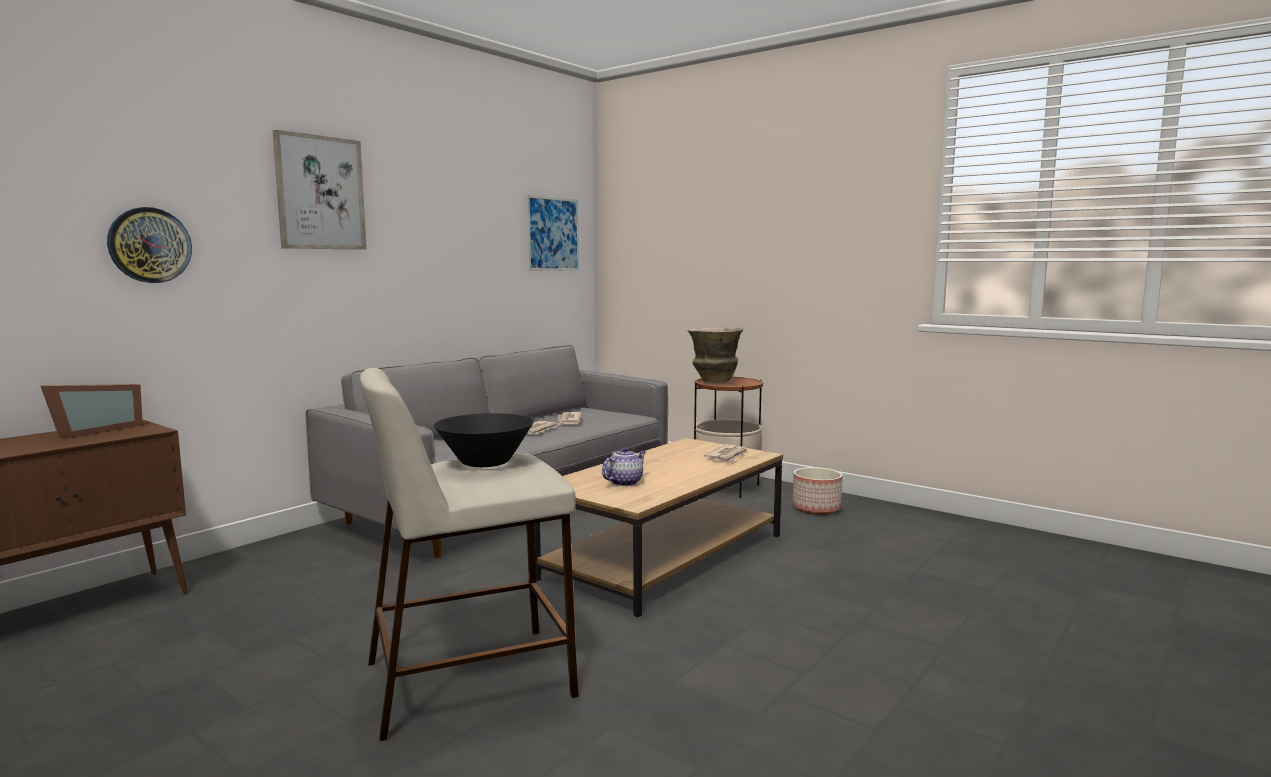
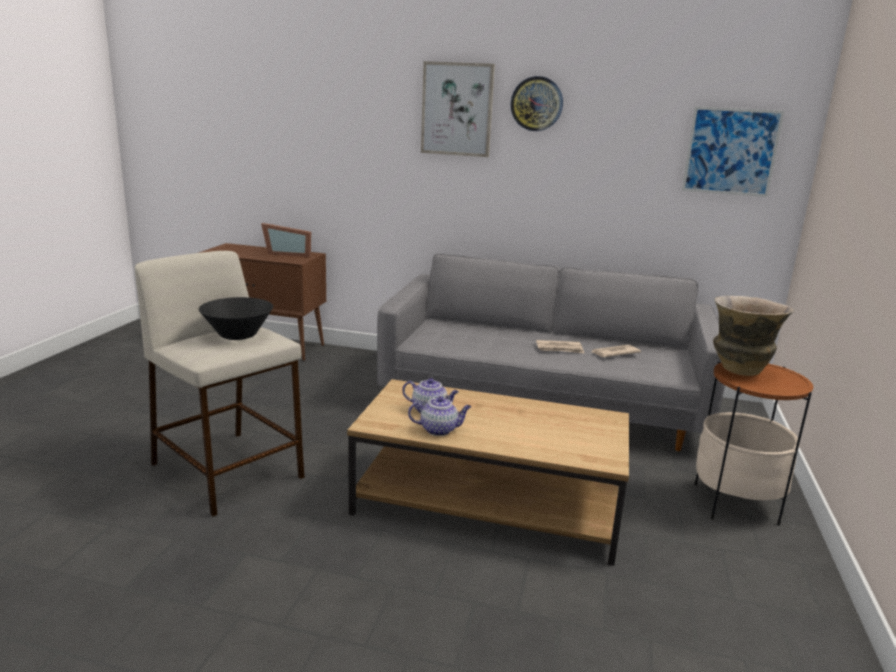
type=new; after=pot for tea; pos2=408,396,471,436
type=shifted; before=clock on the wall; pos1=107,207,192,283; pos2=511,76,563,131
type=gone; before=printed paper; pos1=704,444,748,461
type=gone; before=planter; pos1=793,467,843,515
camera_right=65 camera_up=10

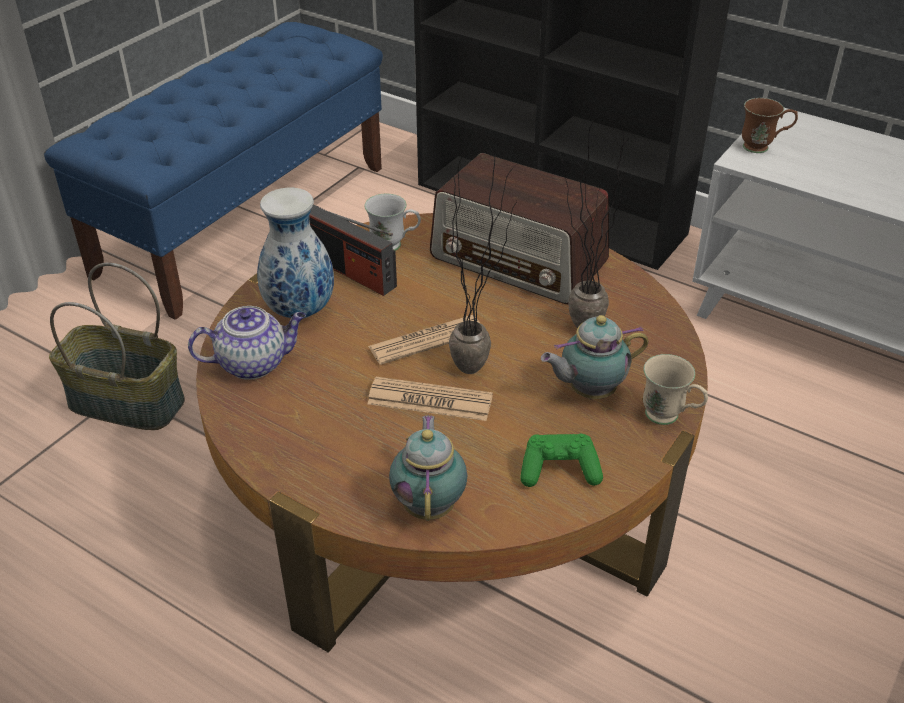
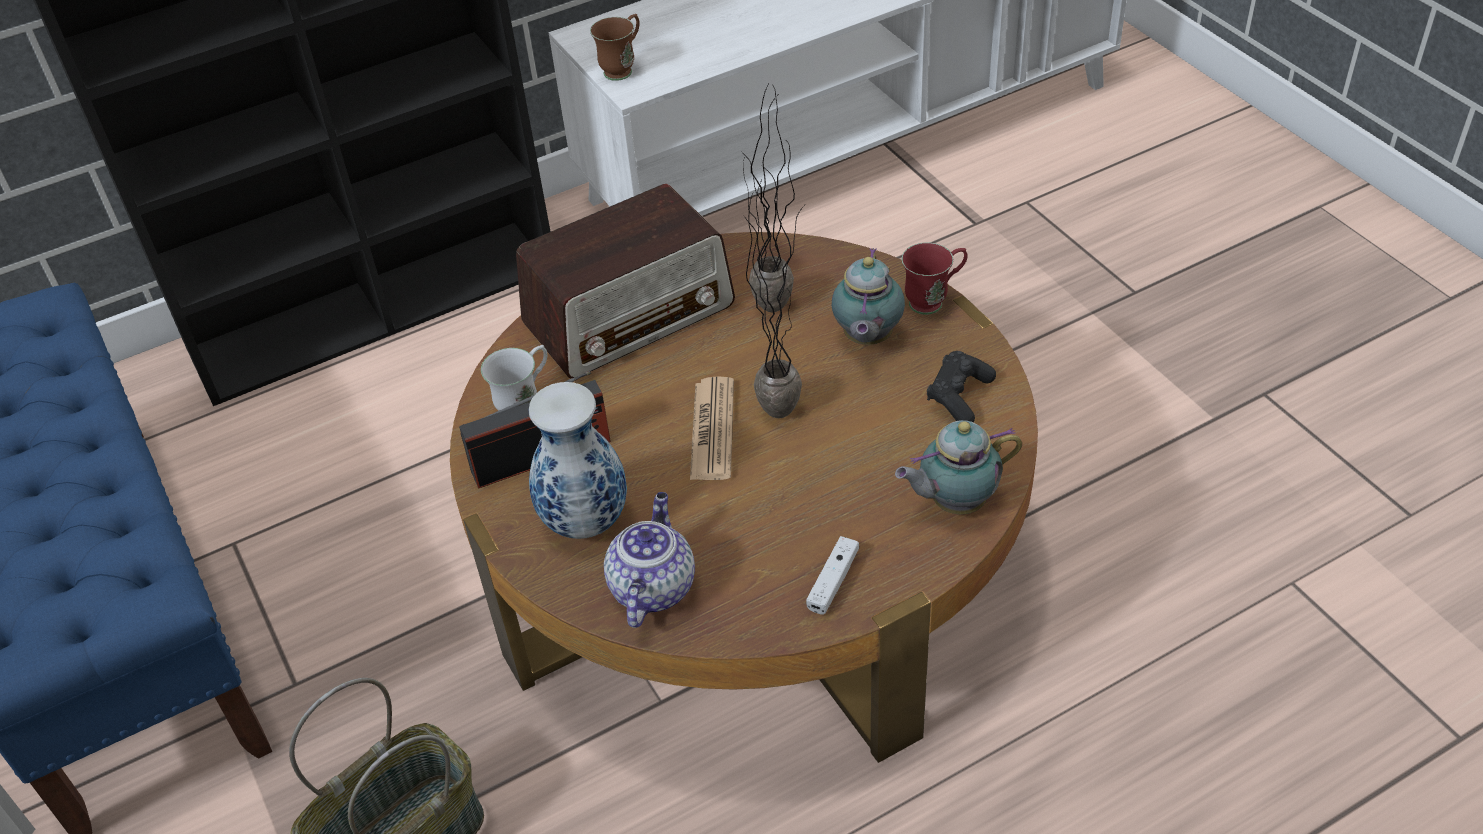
type=new; after=joypad/white; pos2=806,536,859,615
type=rotated; before=pot for tea; pos1=389,415,468,521; pos2=895,420,1022,514; turn=-45
type=repainted; before=tea mug/beige-coloured; after=tea mug/red-coloured; pos1=643,354,708,425; pos2=902,242,968,315
type=repainted; before=joypad/green-coloured; after=joypad/blackish; pos1=520,434,603,487; pos2=927,351,996,422
type=gone; before=printed paper; pos1=367,377,493,421
camera_right=-60 camera_up=5

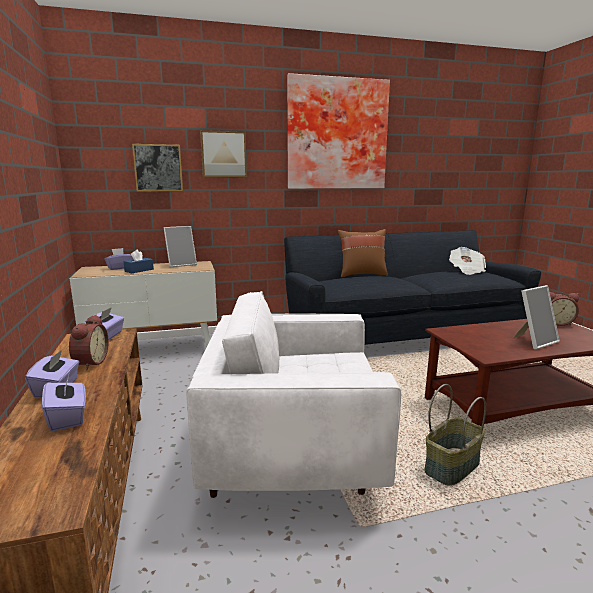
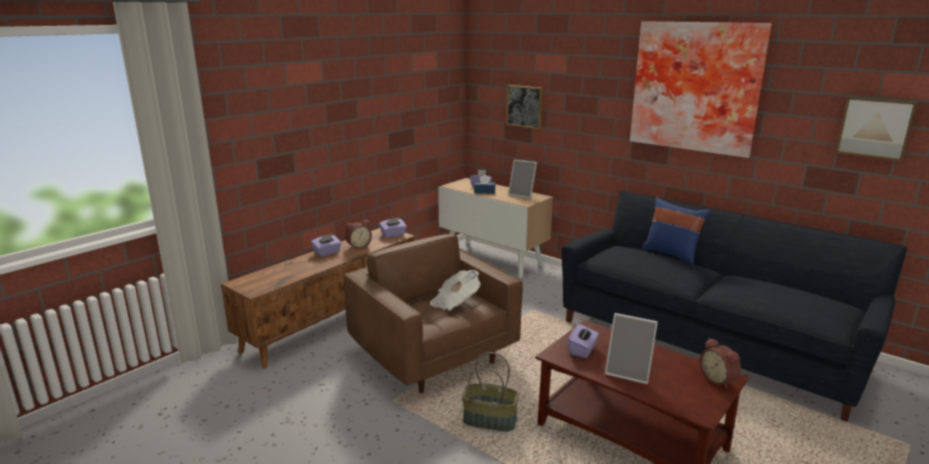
type=repainted; before=easy chair/white; after=easy chair/brownish; pos1=186,291,401,498; pos2=343,234,523,393
type=shifted; before=printed paper; pos1=449,247,486,275; pos2=430,270,480,311
type=shifted; before=tissue box/purplish; pos1=42,372,86,431; pos2=568,324,599,358
type=repainted; before=throw pillow/brownish; after=throw pillow/blue-coloured; pos1=337,229,388,278; pos2=642,197,711,265
type=shifted; before=wall picture; pos1=200,130,247,177; pos2=836,96,918,161
camera_right=55 camera_up=5

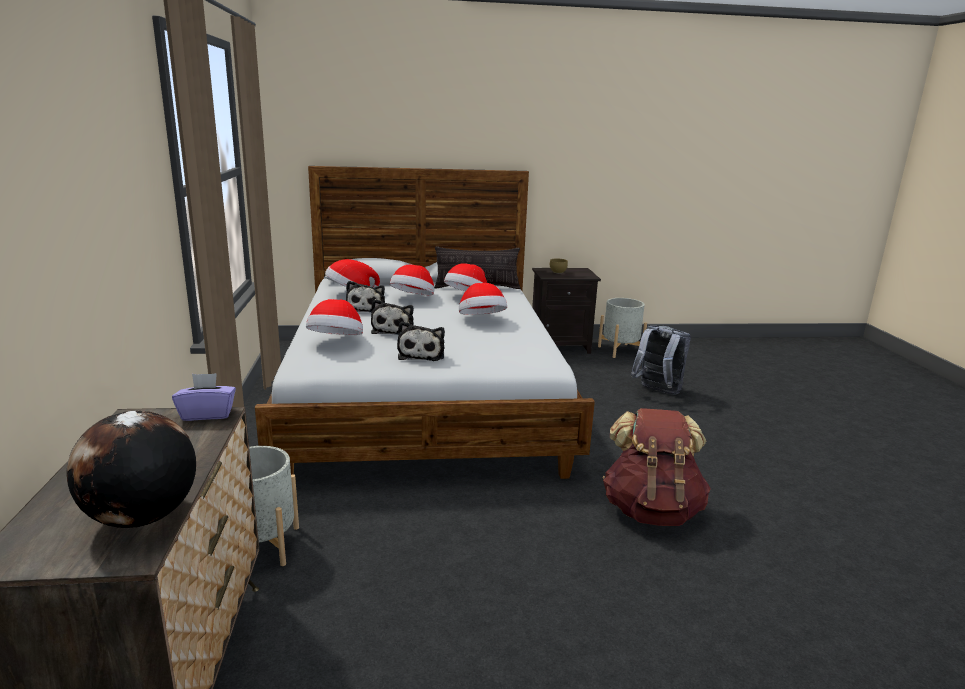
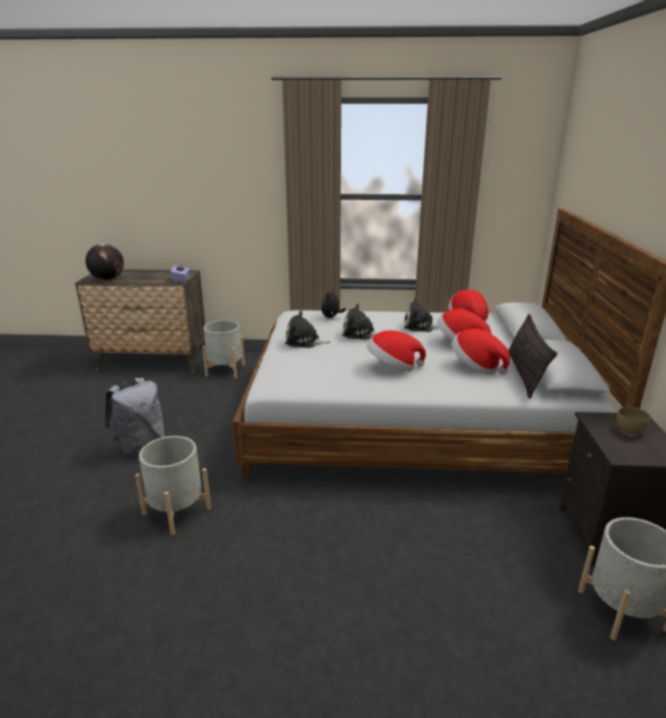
type=shifted; before=rucksack/gray; pos1=630,326,691,395; pos2=105,378,165,456
type=swapped; before=rucksack/brownish; after=planter/gray; pos1=602,408,711,526; pos2=135,436,211,535
type=swapped; before=wearable hat; after=soft toy; pos1=306,299,363,335; pos2=321,288,346,318
camera_right=100 camera_up=5

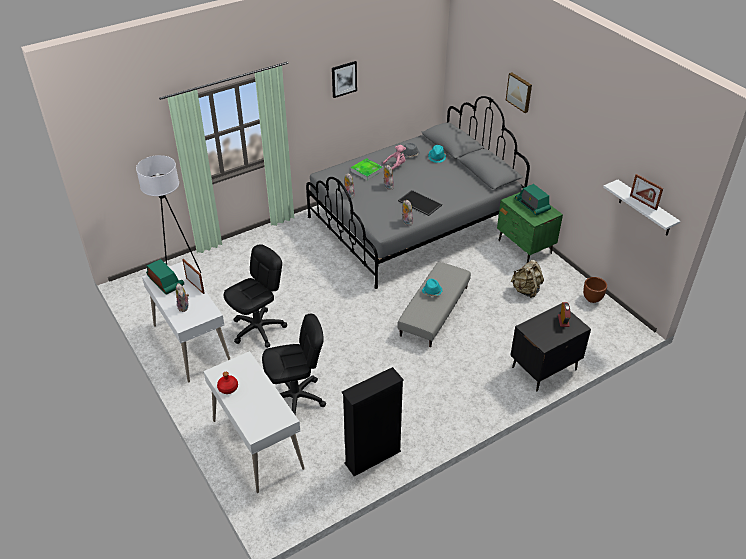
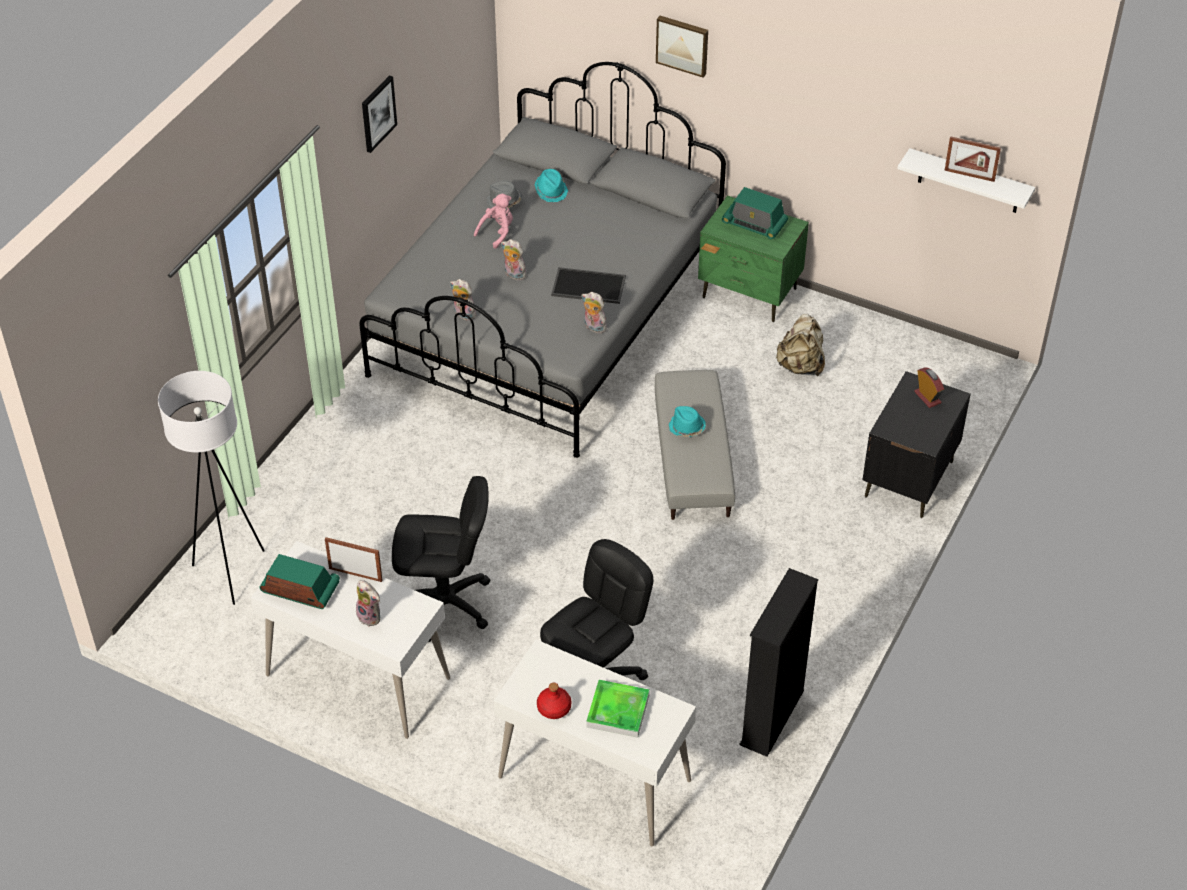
type=rotated; before=office chair/blackish; pos1=224,244,287,348; pos2=392,476,490,643; turn=75
type=shifted; before=serving tray; pos1=351,158,383,180; pos2=586,680,650,738
type=gone; before=planter/brownish; pos1=583,277,607,303
camera_right=-30 camera_up=5

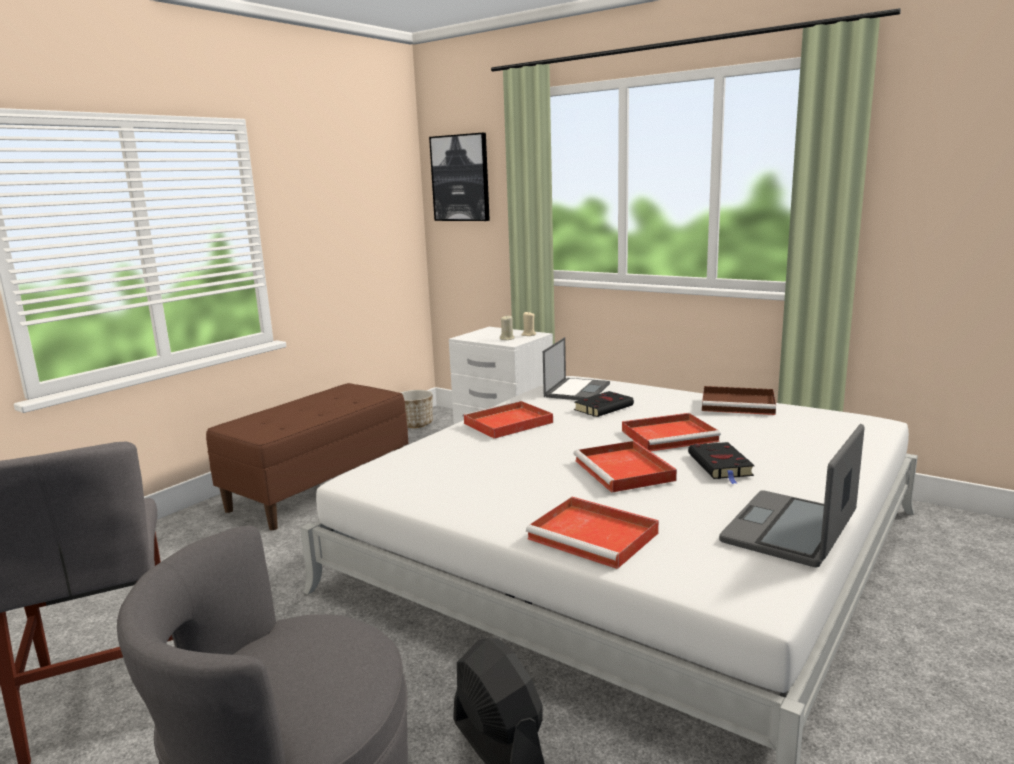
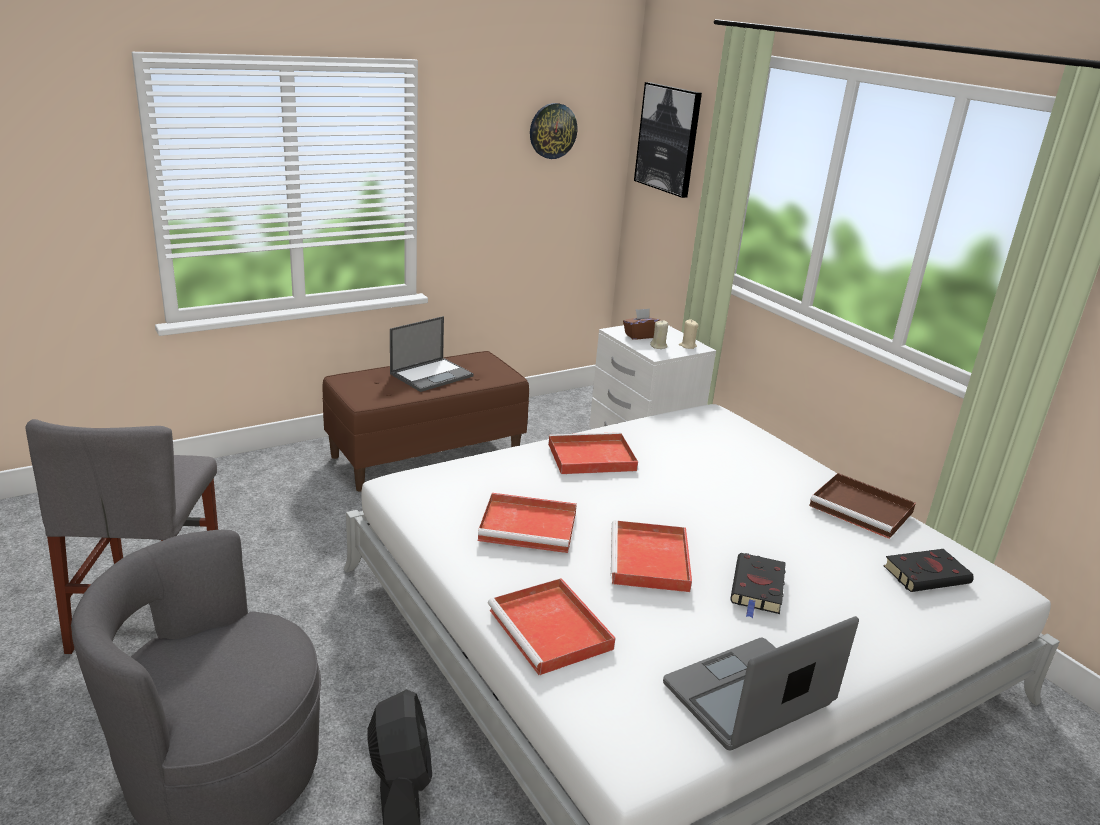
type=shifted; before=portable computer; pos1=543,337,610,400; pos2=390,316,474,392
type=shifted; before=serving tray/red-coloured; pos1=622,413,721,451; pos2=478,493,577,553
type=new; after=clock on the wall; pos2=530,103,577,159
type=new; after=tissue box/brownish; pos2=623,308,662,340
type=shifted; before=bound book/blackish; pos1=574,391,634,417; pos2=883,549,974,592
type=gone; before=planter; pos1=400,390,433,428
camera_right=20 camera_up=10

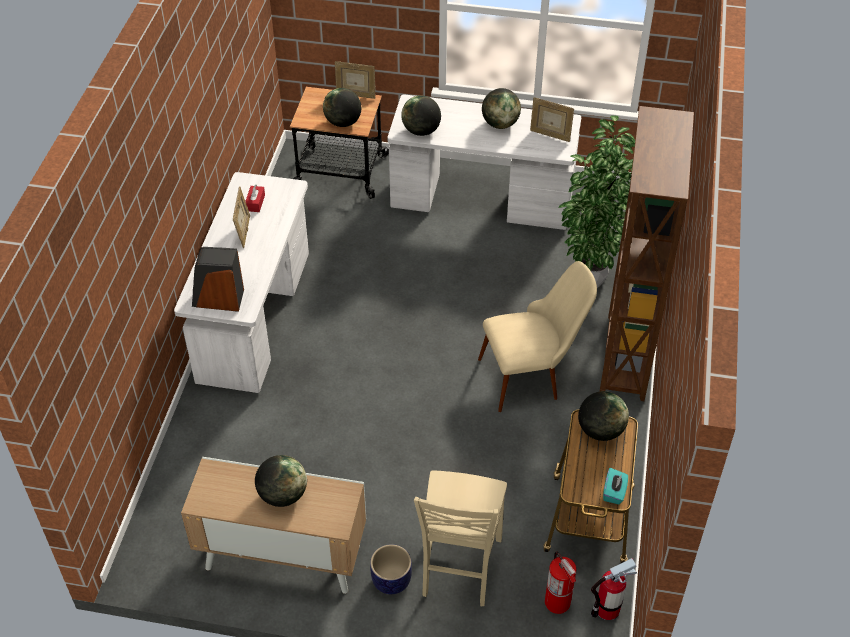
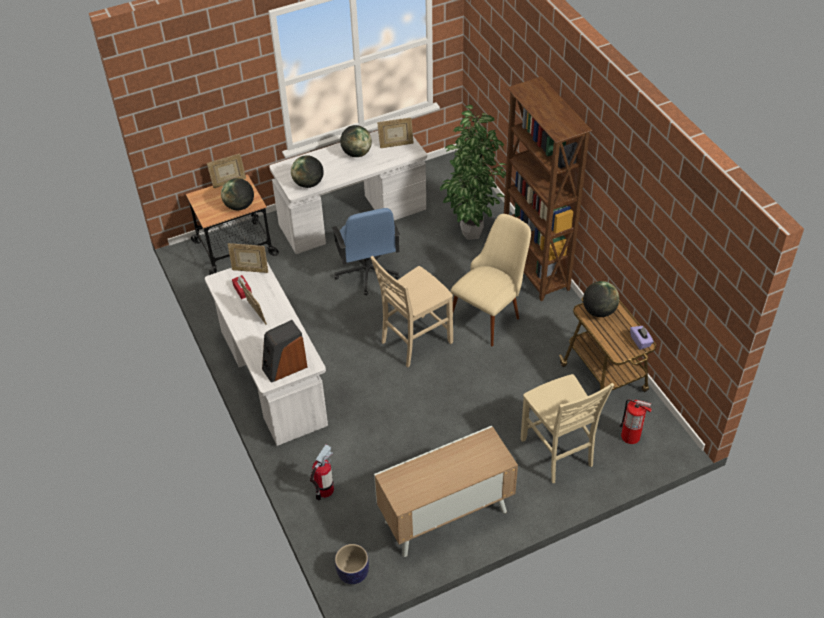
type=new; after=standing frame; pos2=228,243,268,273
type=shifted; before=extinguisher; pos1=591,558,637,620; pos2=310,444,334,501
type=new; after=office chair/blue-coloured; pos2=331,208,400,296
type=shifted; before=planter; pos1=370,544,412,594; pos2=335,544,369,584
type=new; after=chair/beige-coloured; pos2=371,256,453,367
type=repainted; before=tissue box/blue-green; after=tissue box/purplish; pos1=603,468,628,504; pos2=630,326,654,350
type=gone; before=globe; pos1=255,455,307,507
camera_right=-35 camera_up=0

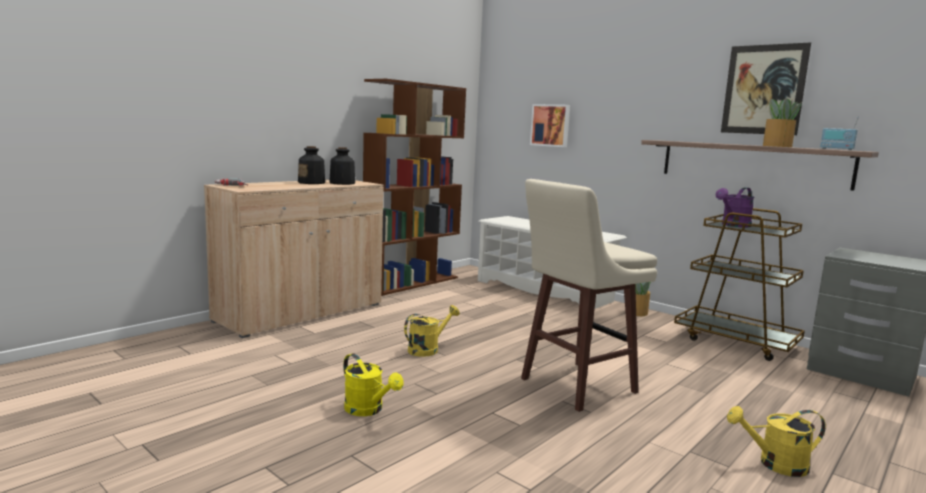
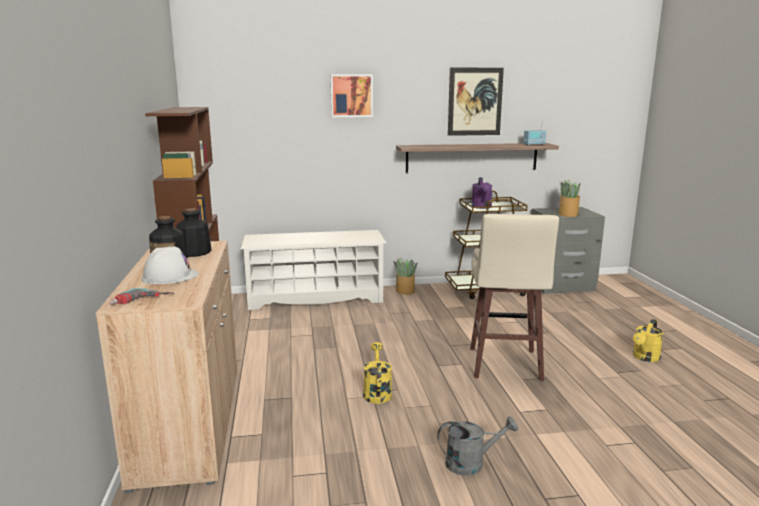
type=new; after=work helmet/white; pos2=142,246,199,284
type=shifted; before=wall picture; pos1=530,104,570,147; pos2=330,74,373,117
type=repainted; before=watering can/yellow-coloured; after=watering can/gray; pos1=343,353,404,416; pos2=437,416,518,476
type=shifted; before=potted plant; pos1=763,98,802,147; pos2=559,179,580,217
camera_right=-50 camera_up=5

